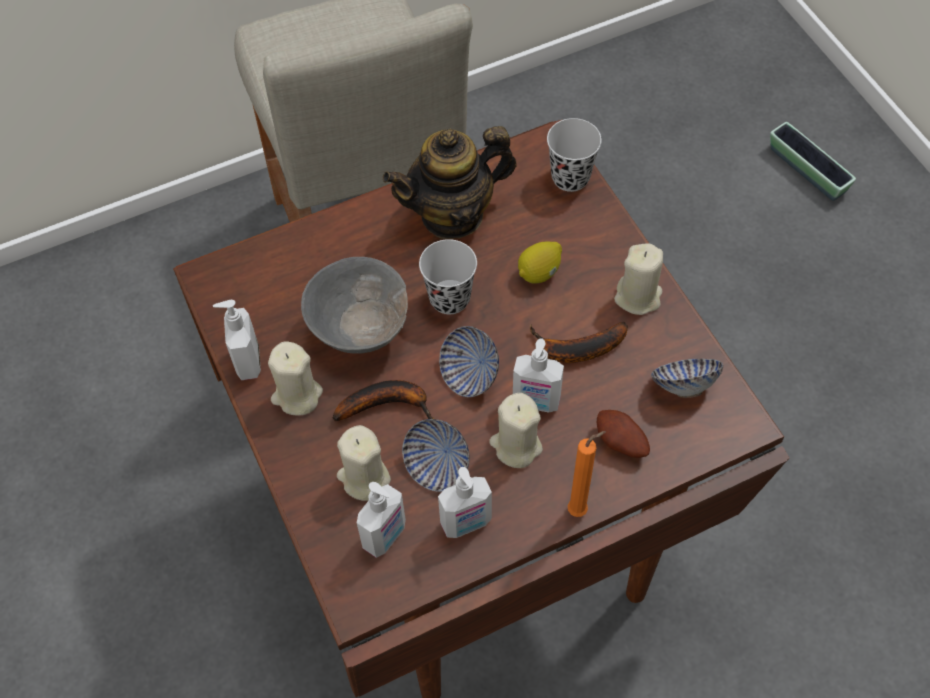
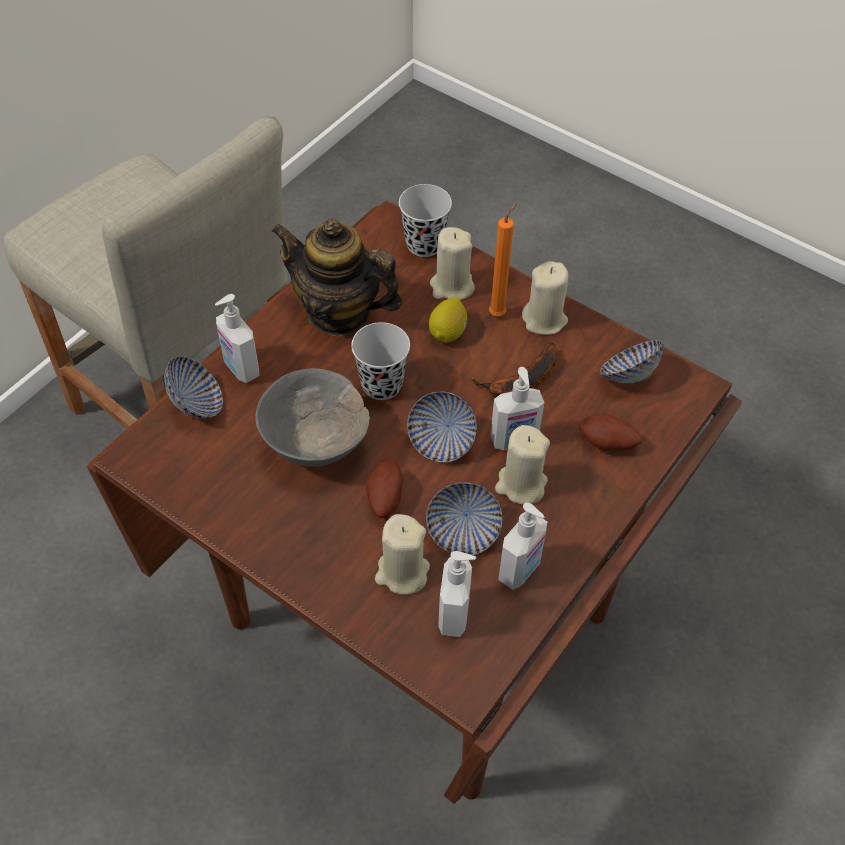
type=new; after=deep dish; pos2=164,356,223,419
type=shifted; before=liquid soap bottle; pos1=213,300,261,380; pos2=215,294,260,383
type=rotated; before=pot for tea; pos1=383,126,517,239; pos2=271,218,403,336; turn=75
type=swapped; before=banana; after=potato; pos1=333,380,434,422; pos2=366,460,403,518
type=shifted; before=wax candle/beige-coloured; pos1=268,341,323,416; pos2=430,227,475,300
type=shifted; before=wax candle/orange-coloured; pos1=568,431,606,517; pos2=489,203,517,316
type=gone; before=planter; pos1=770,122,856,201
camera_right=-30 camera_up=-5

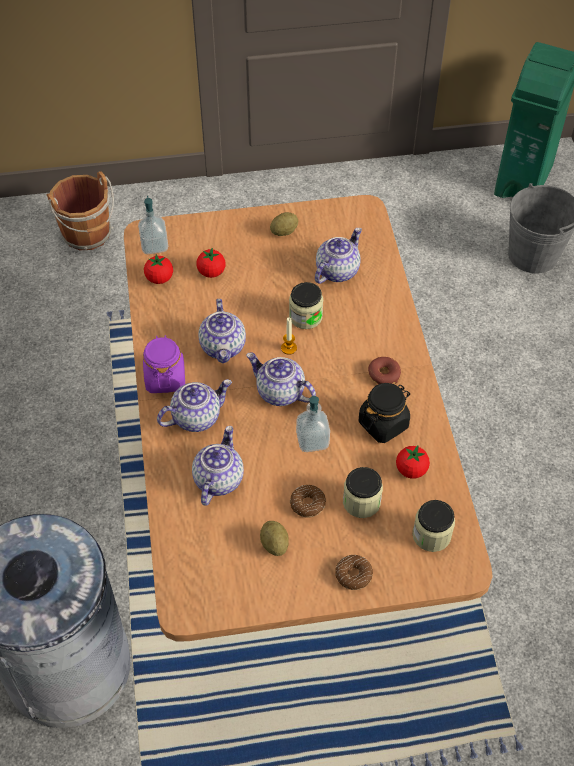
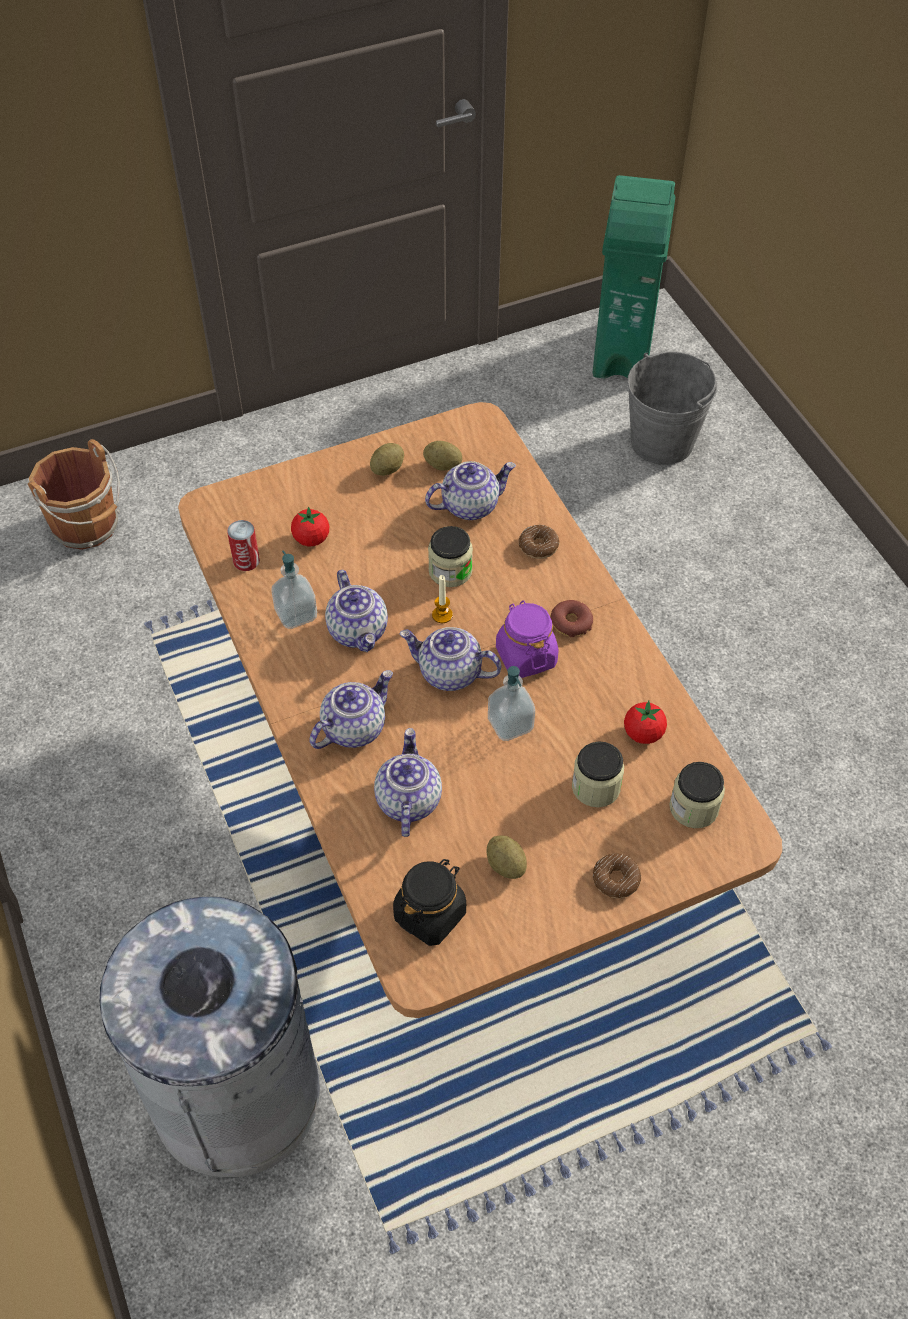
type=swapped; before=whole tomato; after=sealed can; pos1=144,254,173,284; pos2=227,520,260,571
type=shifted; before=liquid soap bottle; pos1=138,196,168,254; pos2=272,550,317,629
type=shifted; before=jar/blackish; pos1=359,383,410,443; pos2=393,859,466,946
type=new; after=potato; pos2=423,441,462,471
type=rotated; before=pot for tea; pos1=315,228,362,284; pos2=425,461,516,520; turn=45
type=shifted; before=jar/purplish; pos1=143,335,185,393; pos2=496,600,559,678
type=shifted; before=ring doughnut; pos1=290,485,326,518; pos2=519,525,560,559
camera_right=-15 camera_up=0

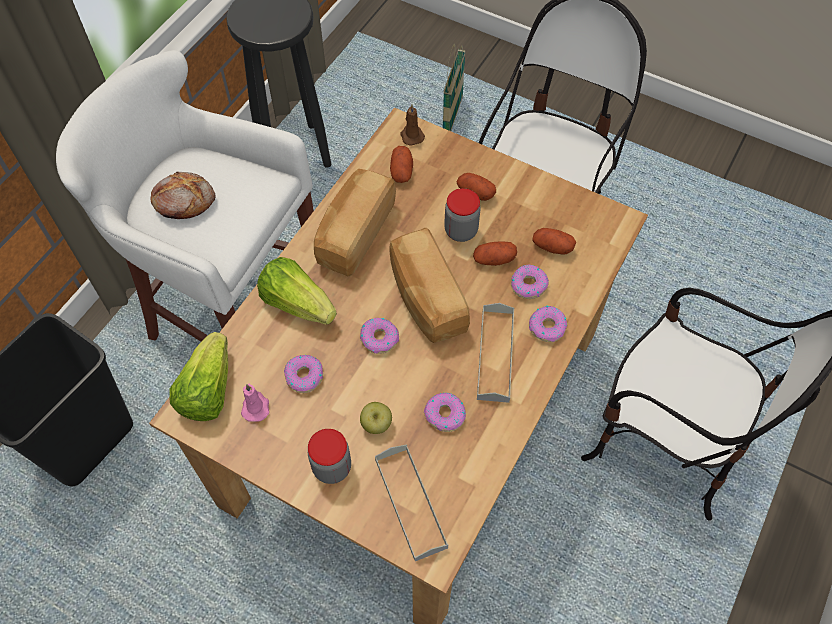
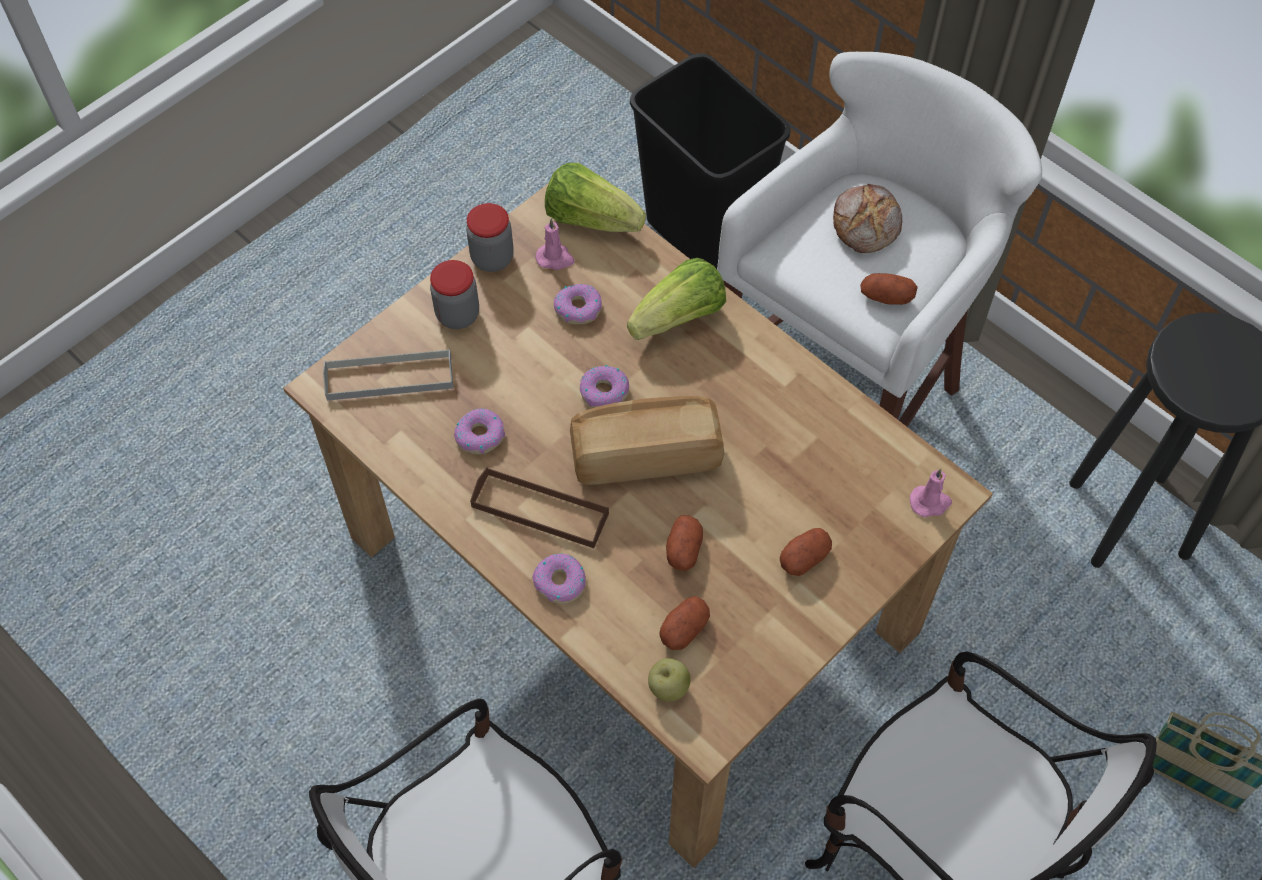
type=shifted; before=jar; pos1=444,188,481,242; pos2=466,203,514,272
type=repainted; before=serving tray/gray; after=serving tray/brownish; pos1=477,303,514,403; pos2=470,467,609,548
type=shifted; before=apple fruit; pos1=360,402,392,434; pos2=648,658,691,701
type=shifted; before=potato; pos1=390,146,413,183; pos2=860,273,918,305
type=repainted; before=wax candle/brownish; after=wax candle/pinkish; pos1=401,104,425,146; pos2=910,468,952,517
type=gone; before=bread; pos1=314,169,396,276
type=gone; before=ring doughnut; pos1=511,265,549,299
camera_right=105 camera_up=0

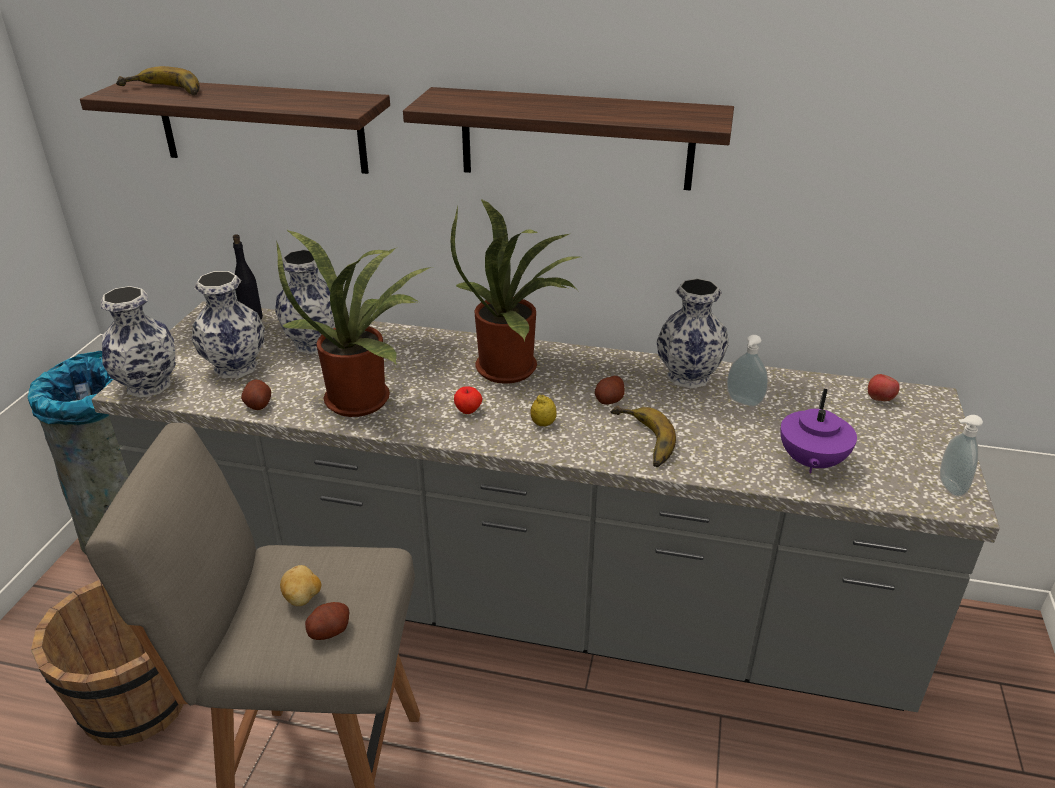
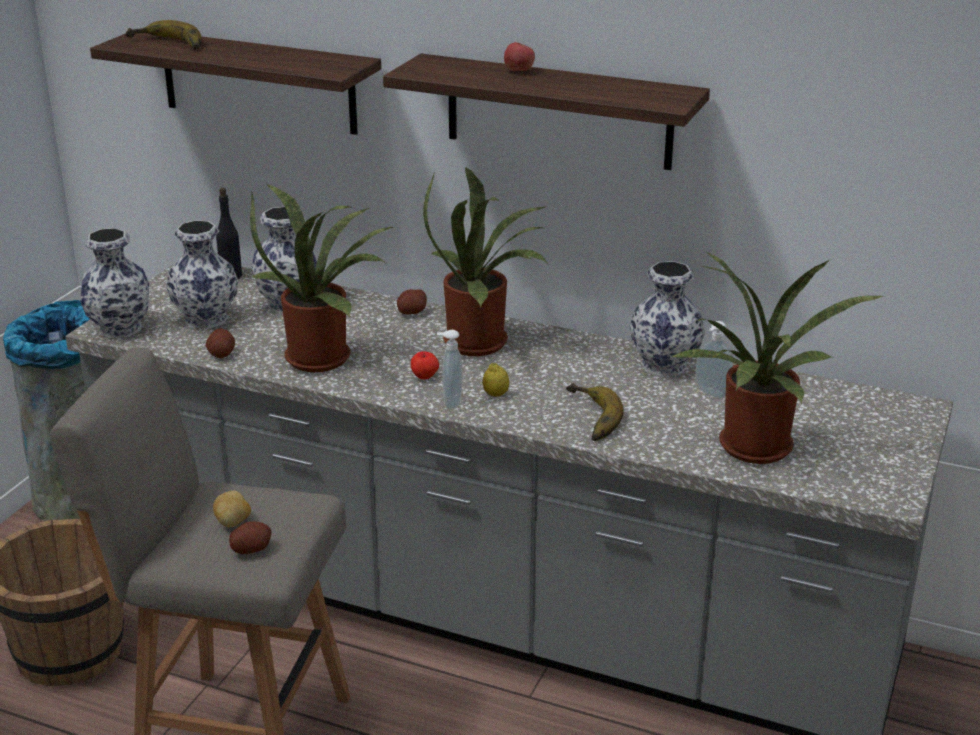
type=shifted; before=potato; pos1=595,376,625,405; pos2=397,289,427,314
type=shifted; before=liquid soap bottle; pos1=940,415,983,497; pos2=437,330,463,410
type=shifted; before=apple fruit; pos1=868,374,900,401; pos2=504,42,535,71
type=swapped; before=pot for tea/purplish; after=potted plant; pos1=780,389,857,473; pos2=670,252,885,464
camera_right=10 camera_up=-5

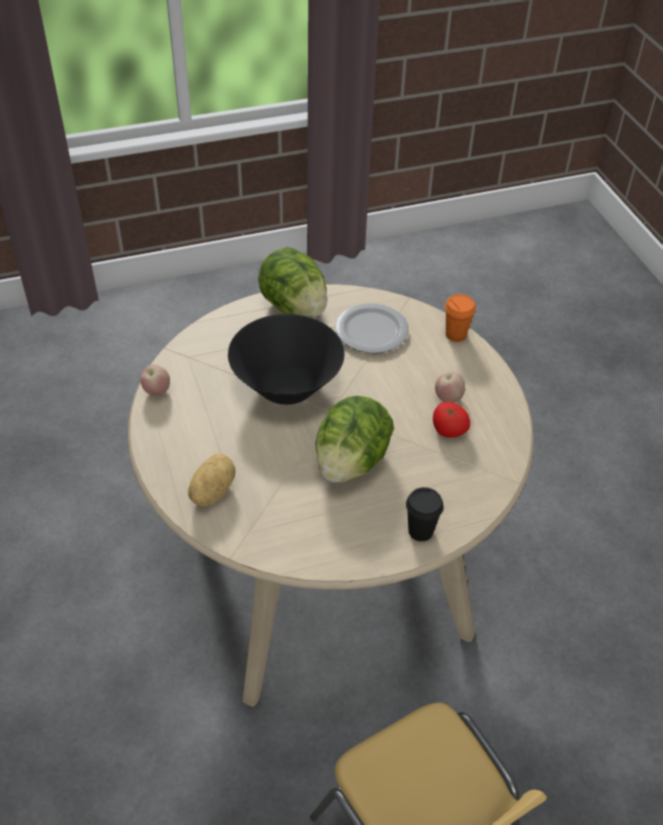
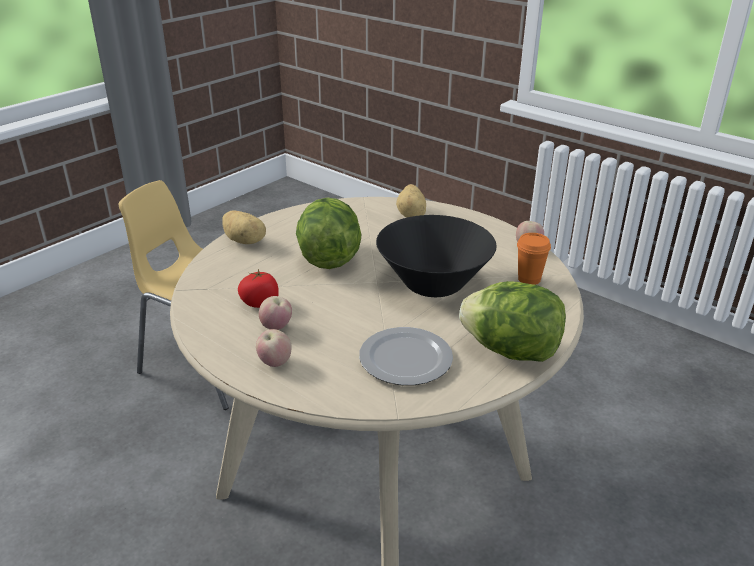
type=swapped; before=cup/blackish; after=potato; pos1=406,487,444,541; pos2=222,210,266,244
type=new; after=apple fruit; pos2=256,329,292,367
type=shifted; before=cup/orange-coloured; pos1=445,294,476,342; pos2=517,233,551,285
camera_right=150 camera_up=-15

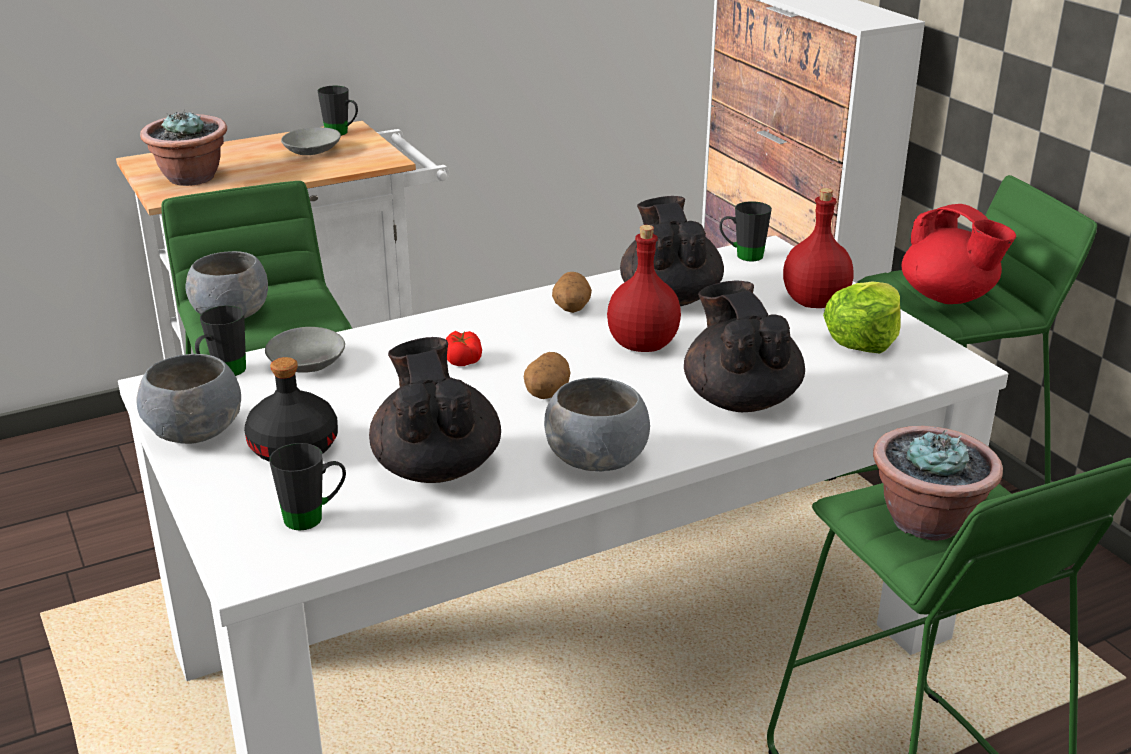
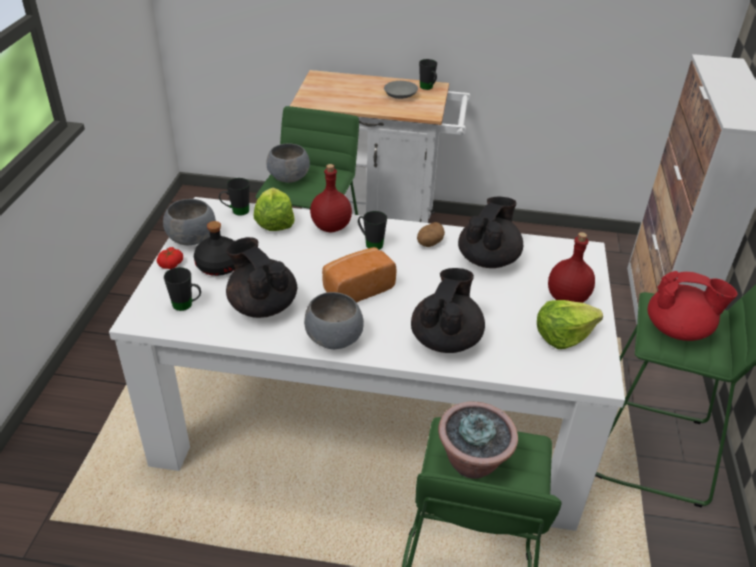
type=shifted; before=whole tomato; pos1=446,331,482,366; pos2=157,247,183,269
type=rotated; before=pot for tea/blackish; pos1=369,337,501,483; pos2=226,237,297,318; turn=-60
type=swapped; before=deep dish/gray; after=head of lettuce; pos1=265,327,345,373; pos2=254,188,295,231
type=shifted; before=drink bottle/red-coloured; pos1=607,225,681,352; pos2=310,164,352,232
type=swapped; before=potato; after=bread; pos1=524,352,571,399; pos2=322,247,397,303
type=shifted; before=tea mug/blackish; pos1=719,201,772,262; pos2=358,211,387,250
type=rotated; before=pot for tea/red-coloured; pos1=902,204,1016,304; pos2=648,271,737,341; turn=-75
type=gone; before=potted plant; pos1=140,110,227,186
camera_right=35 camera_up=10

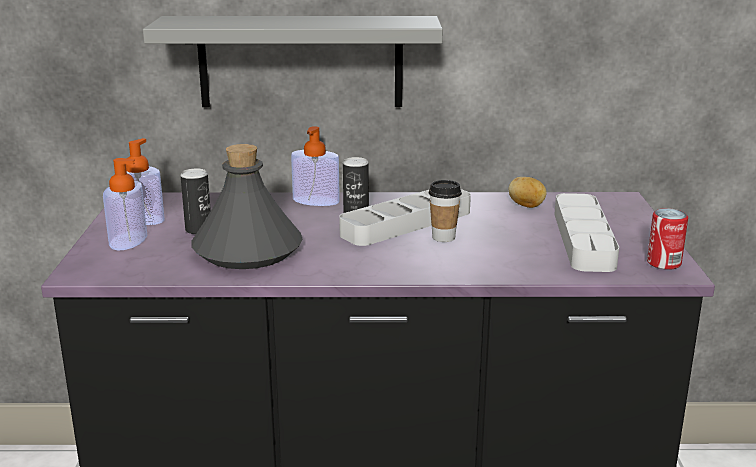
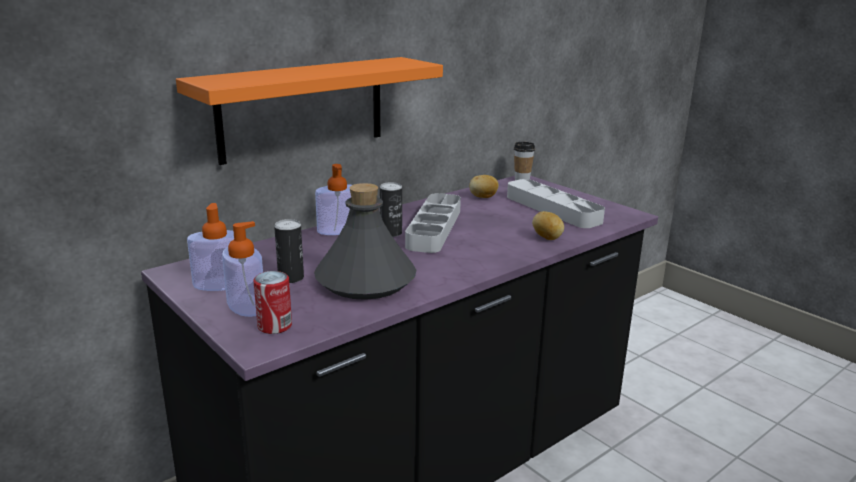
type=repainted; before=shelf/gray; after=shelf/orange-coloured; pos1=143,16,443,107; pos2=176,57,443,165
type=shifted; before=sealed can; pos1=647,208,688,270; pos2=253,271,292,334
type=shifted; before=cup; pos1=429,180,462,242; pos2=514,142,535,180
type=new; after=potato; pos2=532,211,564,240
camera_right=-40 camera_up=0

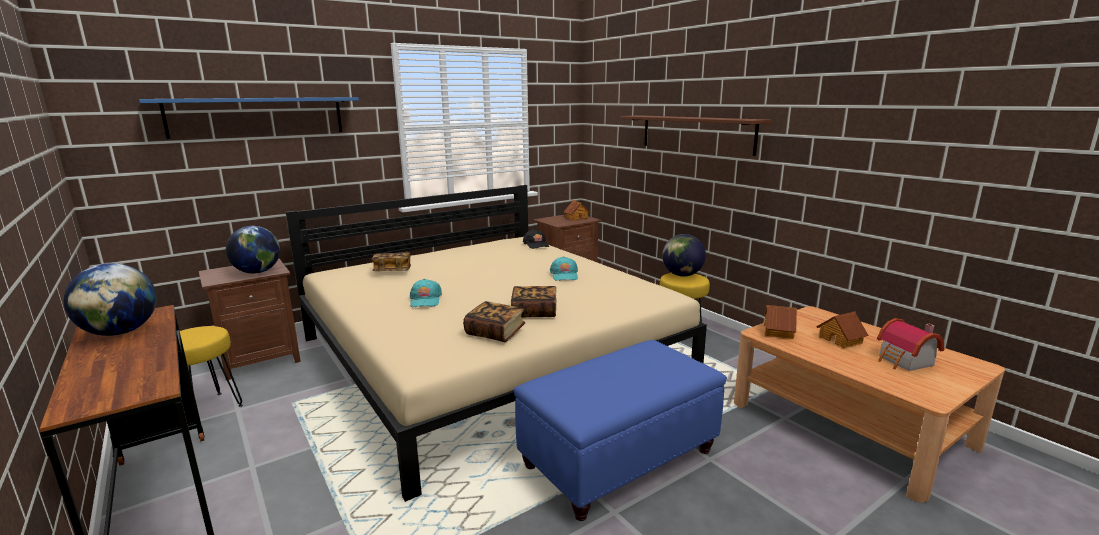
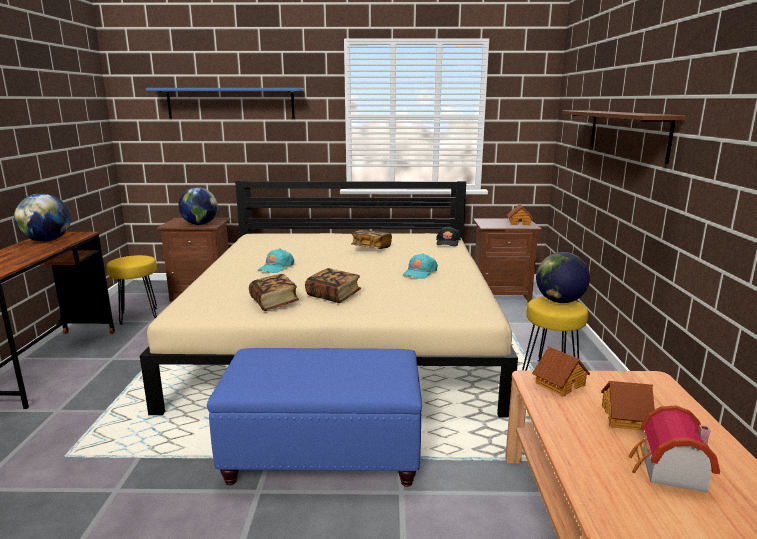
type=shifted; before=bound book; pos1=371,252,411,271; pos2=351,230,392,249
camera_right=35 camera_up=0

